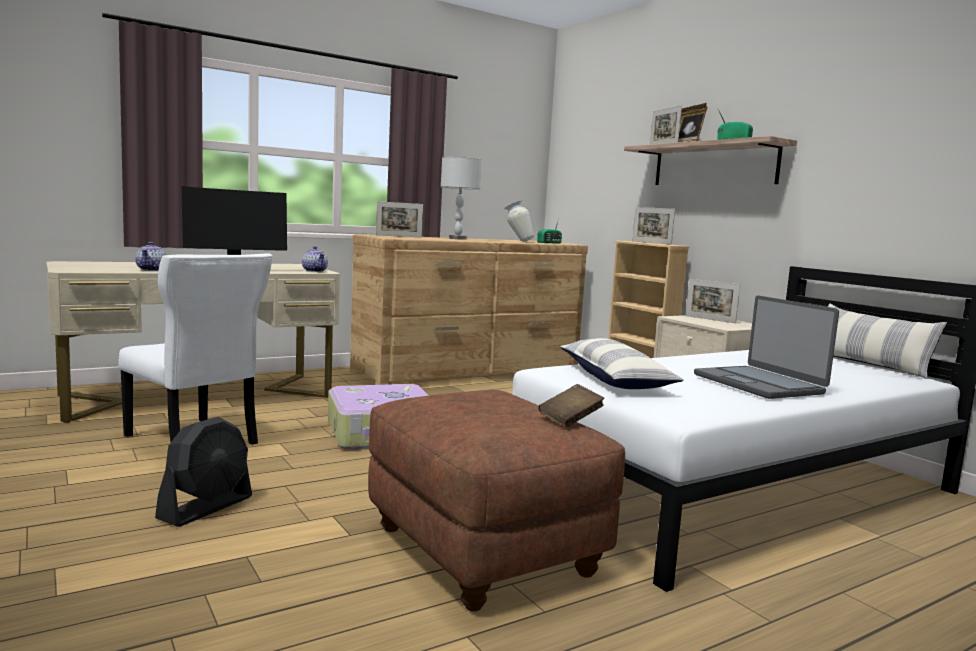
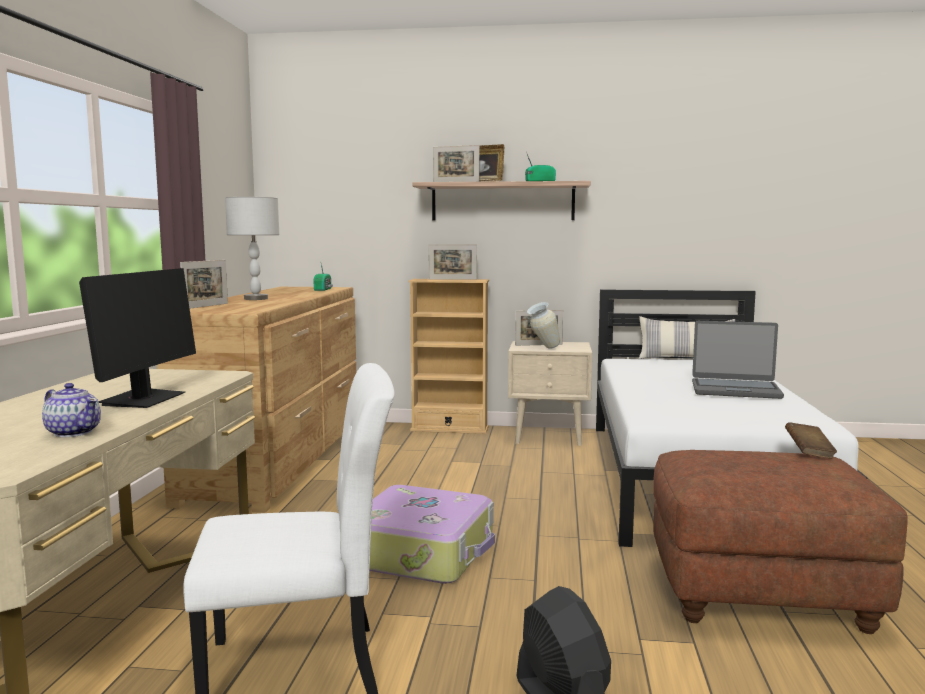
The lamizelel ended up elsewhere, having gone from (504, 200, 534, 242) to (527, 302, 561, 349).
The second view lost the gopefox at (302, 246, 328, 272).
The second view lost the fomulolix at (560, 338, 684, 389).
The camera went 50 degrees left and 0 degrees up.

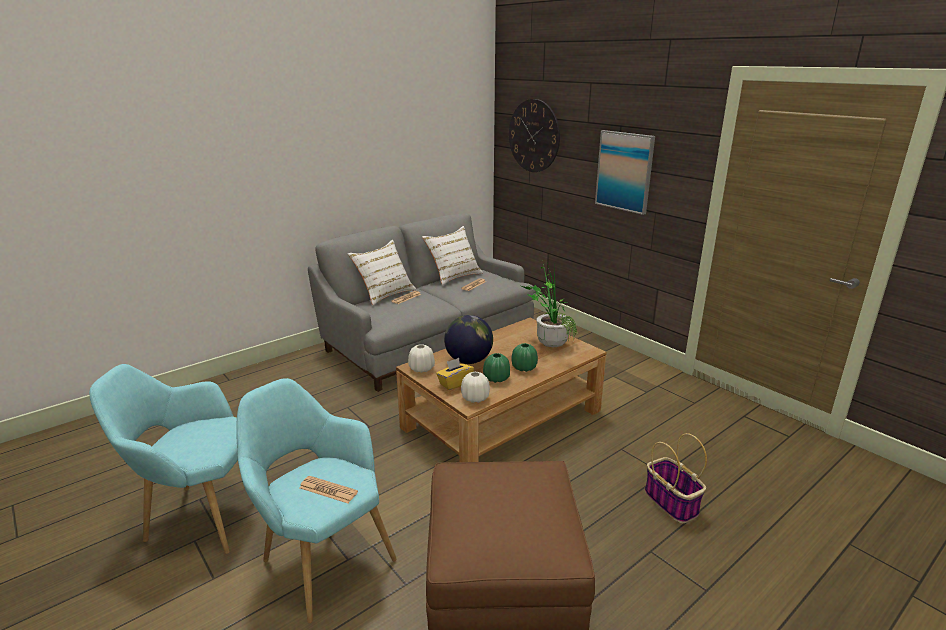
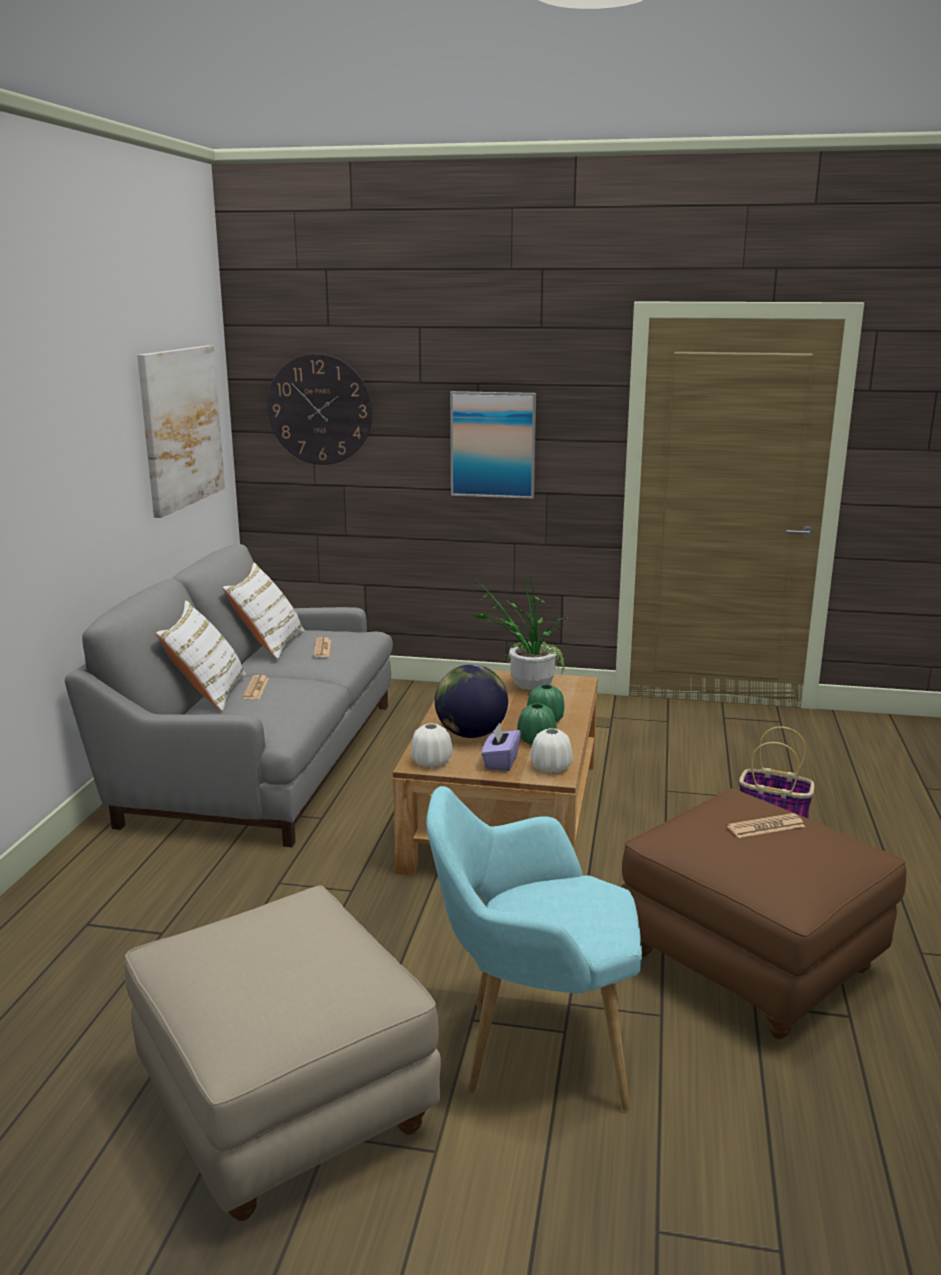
Where the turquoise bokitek stood at (89, 364, 238, 554), the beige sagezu came to stand at (125, 885, 441, 1221).
The second view gained the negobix at (137, 345, 225, 518).
What was the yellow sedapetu at (436, 358, 474, 390) turned into the purple sedapetu at (481, 723, 521, 771).
The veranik ended up elsewhere, having gone from (299, 476, 358, 503) to (727, 813, 805, 838).
The camera went 40 degrees left and 5 degrees down.

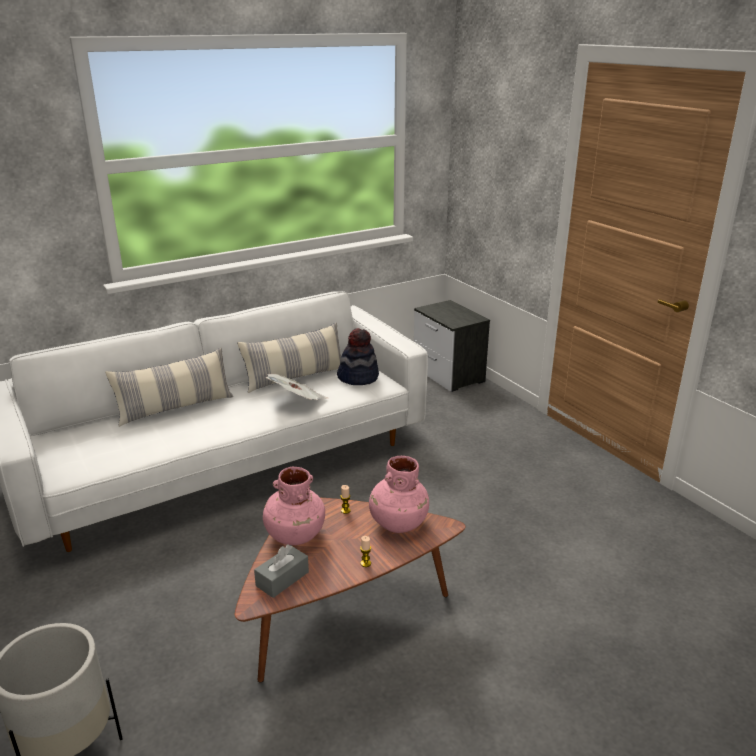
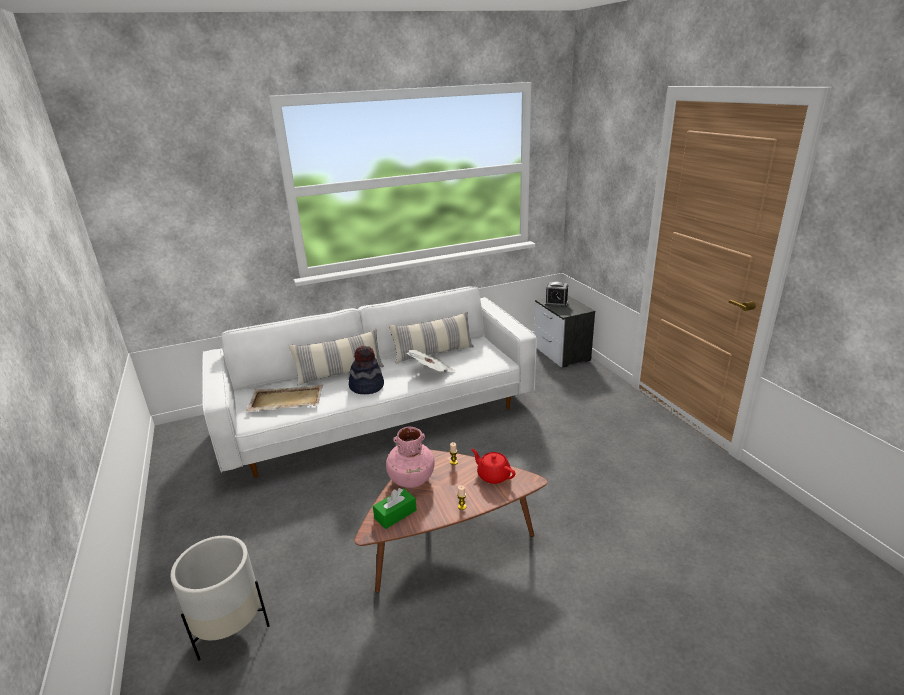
The second view gained the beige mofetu at (246, 384, 323, 411).
The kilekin ended up elsewhere, having gone from (337, 328, 379, 385) to (349, 345, 384, 394).
What was the grey sedapetu at (254, 545, 309, 598) turned into the green sedapetu at (373, 488, 417, 529).
Where the pink lamizelel stood at (369, 456, 429, 533), the red gopefox came to stand at (471, 449, 516, 484).
The second view gained the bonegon at (545, 282, 568, 307).
The camera went 10 degrees right and 0 degrees up.

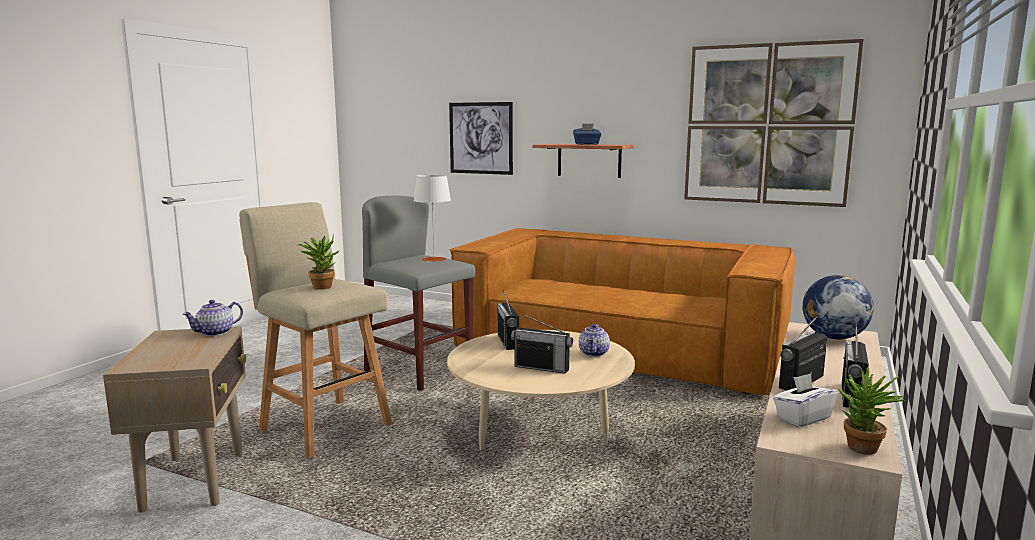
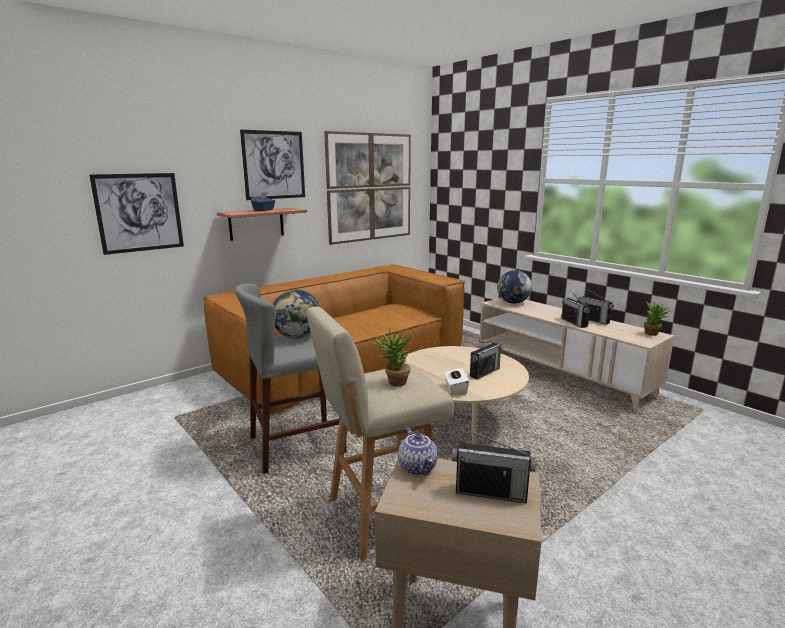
The second view gained the negobix at (240, 130, 305, 200).
Where the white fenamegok stood at (414, 175, 451, 262), the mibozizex came to stand at (273, 289, 320, 339).
The white sedapetu ended up elsewhere, having gone from (773, 373, 838, 427) to (444, 368, 469, 395).
The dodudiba ended up elsewhere, having gone from (497, 290, 519, 350) to (452, 429, 536, 504).
The second view lost the gopefox at (579, 324, 610, 357).
The camera went 65 degrees left and 5 degrees up.

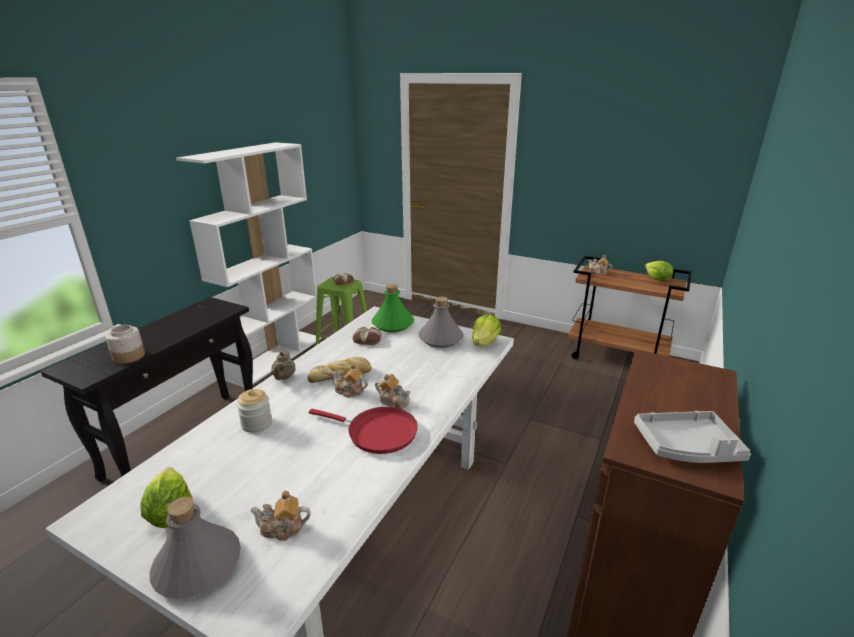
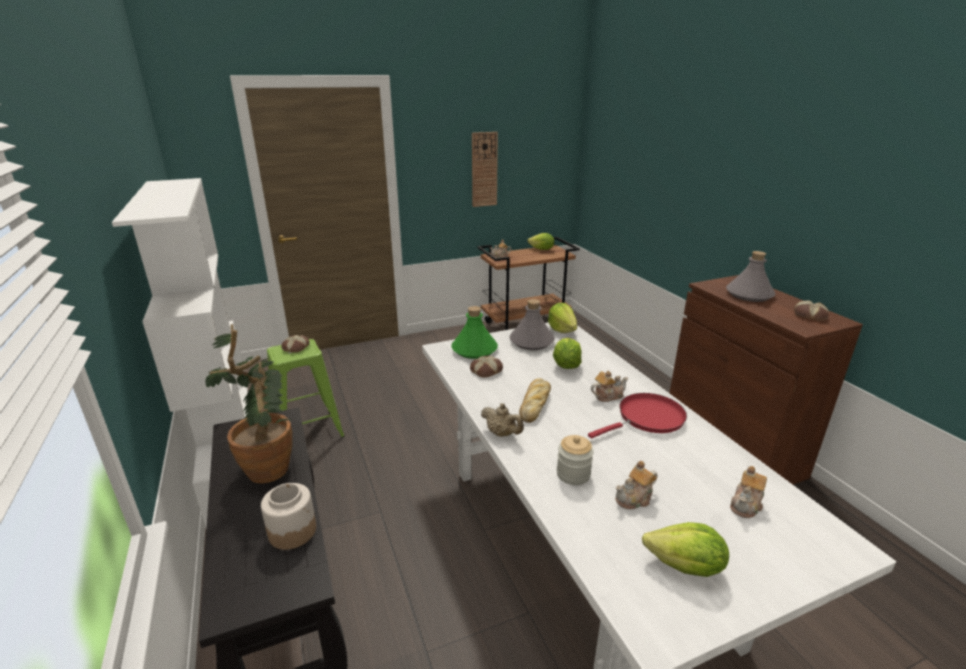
The second view gained the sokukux at (206, 324, 292, 483).
The second view gained the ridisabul at (472, 132, 498, 207).
The second view gained the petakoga at (553, 338, 582, 369).
The gopefox ended up elsewhere, having gone from (331, 363, 368, 398) to (615, 461, 657, 509).
The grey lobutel ended up elsewhere, having gone from (150, 497, 241, 599) to (726, 251, 776, 302).
Where the grey mofetu stood at (634, 411, 751, 463), the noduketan came to stand at (794, 300, 829, 321).
The camera went 50 degrees left and 0 degrees up.

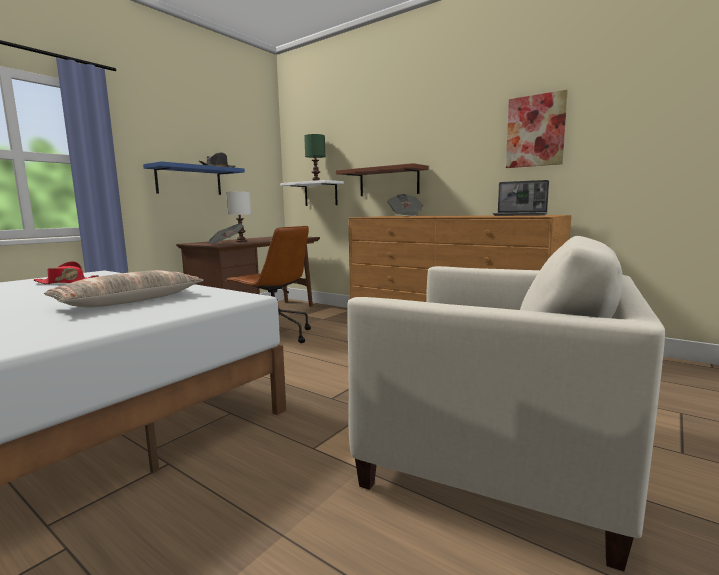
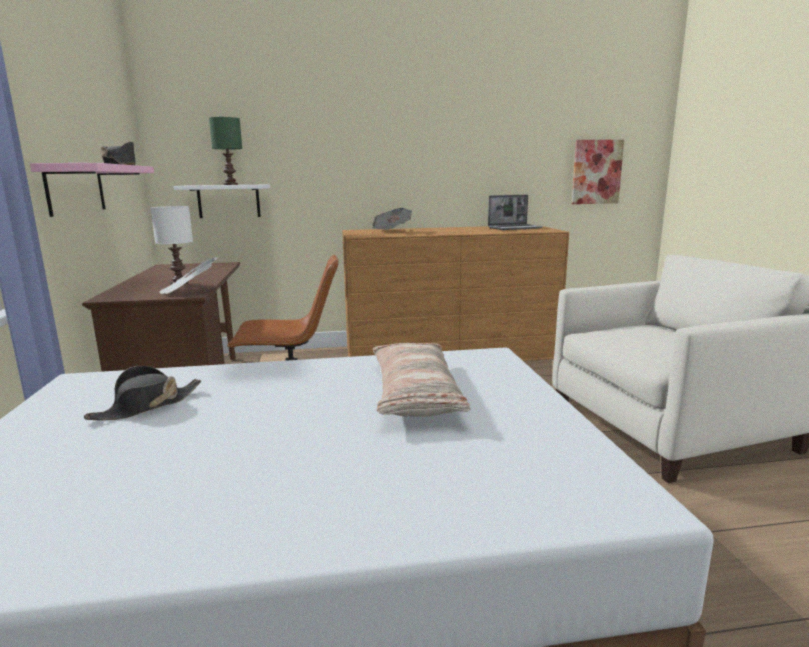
What was the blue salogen at (143, 161, 245, 195) turned into the pink salogen at (30, 163, 154, 217).
What was the red kilekin at (34, 261, 99, 284) turned into the black kilekin at (84, 366, 201, 420).
The negobix ended up elsewhere, having gone from (506, 90, 568, 168) to (571, 140, 624, 204).
The second view lost the brown salogen at (336, 163, 429, 196).
The camera went 45 degrees left and 5 degrees up.

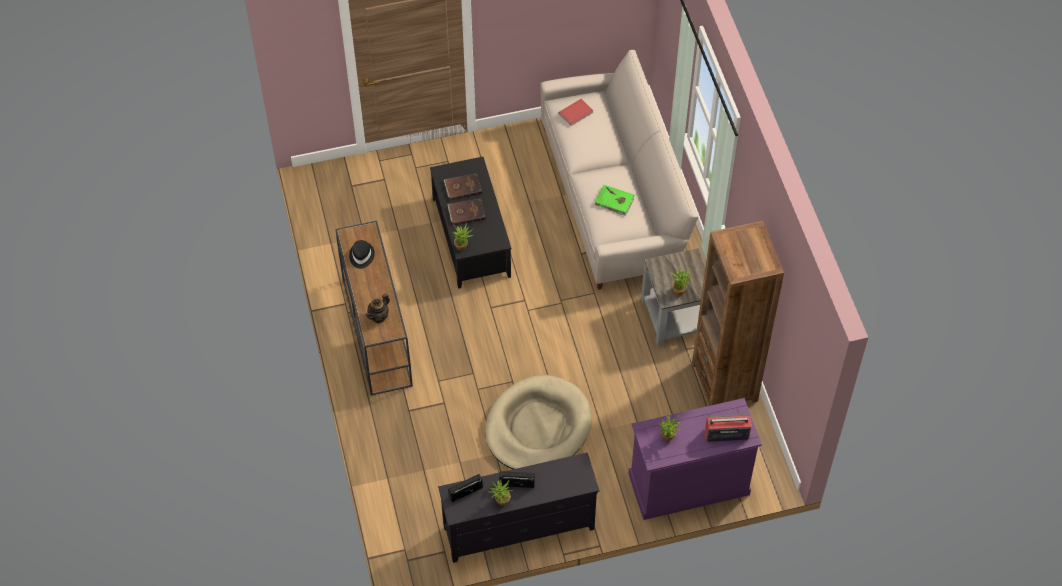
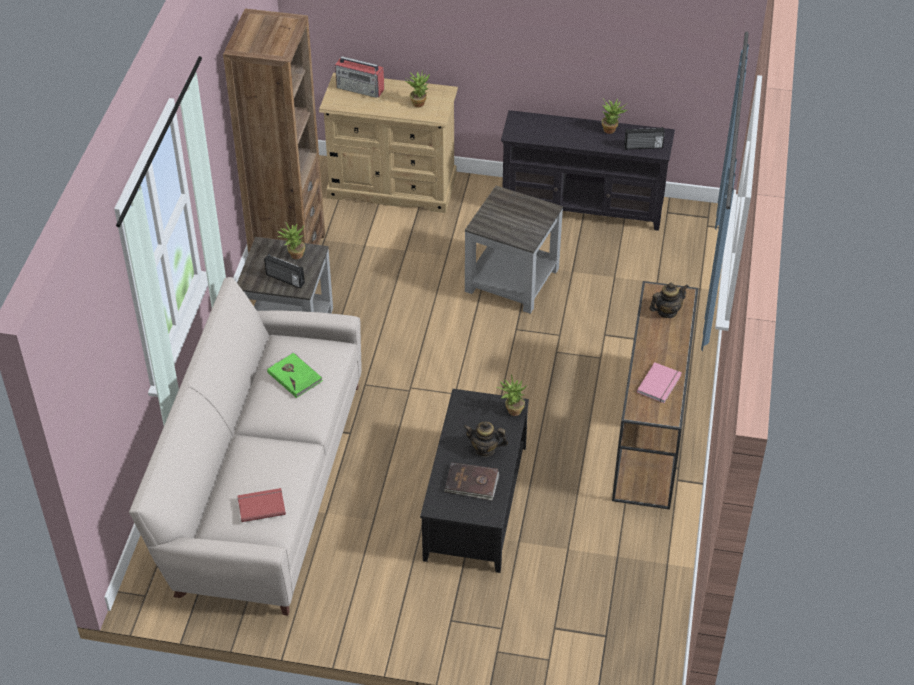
The dodudiba ended up elsewhere, having gone from (500, 471, 535, 488) to (264, 254, 305, 288).
What was the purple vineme at (628, 398, 762, 520) turned into the beige vineme at (319, 73, 458, 213).
Where the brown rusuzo stood at (447, 199, 486, 225), the gopefox came to stand at (463, 421, 508, 457).
Where the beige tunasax stood at (485, 375, 592, 469), the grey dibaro came to stand at (465, 186, 563, 314).
Where the black kilekin stood at (349, 240, 375, 269), the pink rusuzo came to stand at (637, 362, 682, 403).
The camera went 155 degrees left and 10 degrees down.

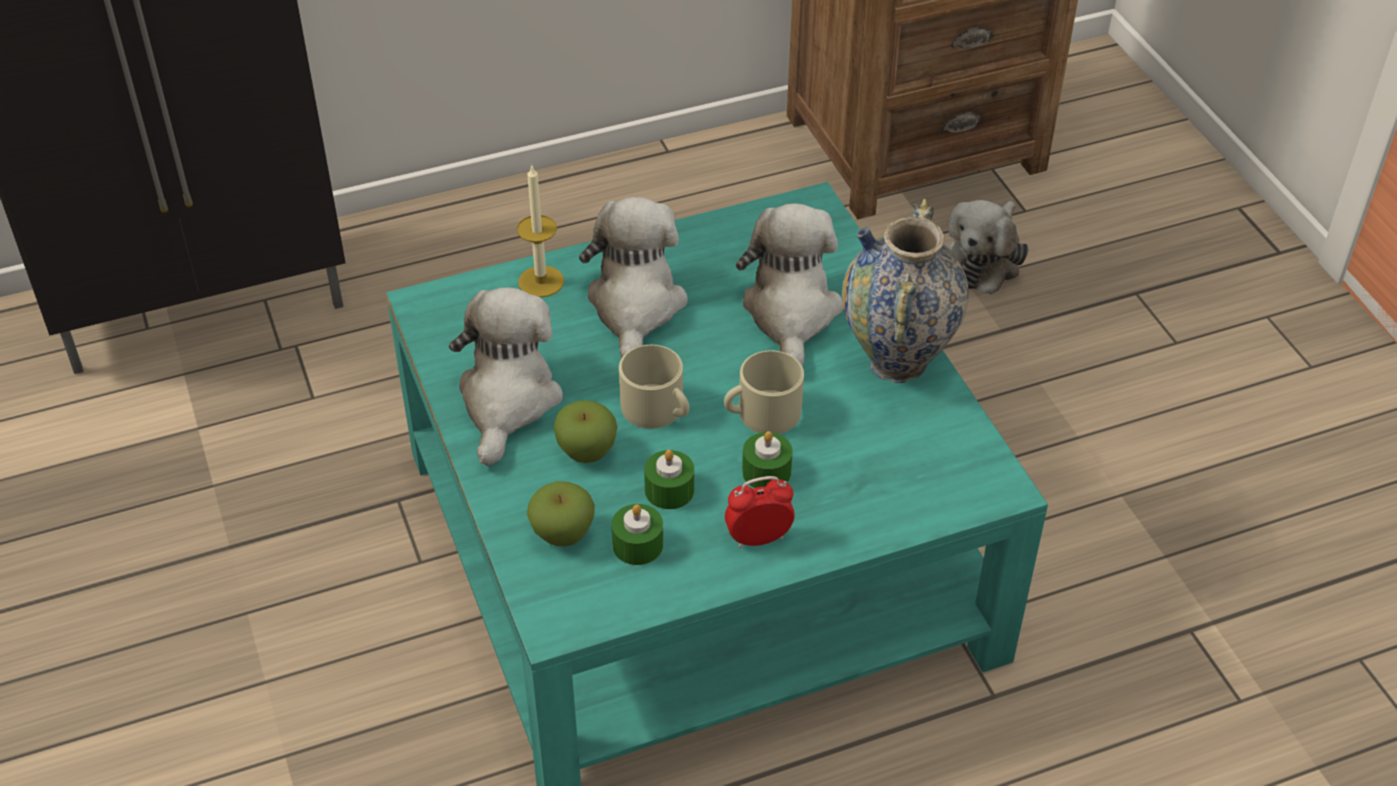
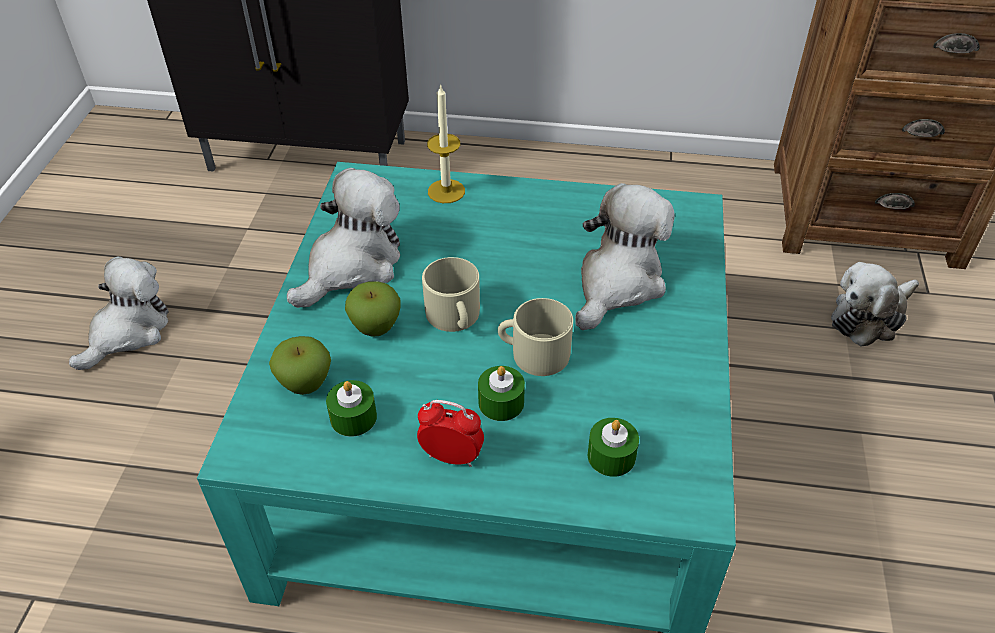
The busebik ended up elsewhere, having gone from (579, 197, 688, 359) to (69, 256, 169, 370).
The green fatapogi ended up elsewhere, having gone from (644, 449, 694, 509) to (588, 418, 639, 477).
The second view lost the lamizelel at (842, 199, 969, 383).
The camera went 30 degrees right and 0 degrees up.

